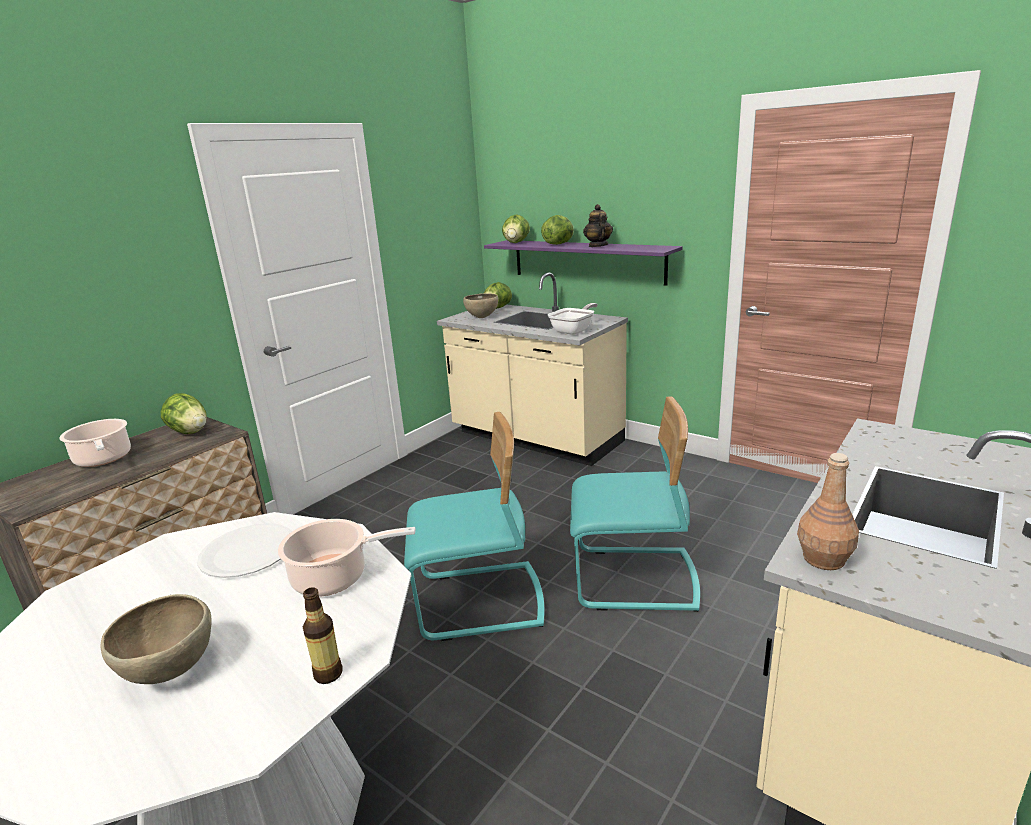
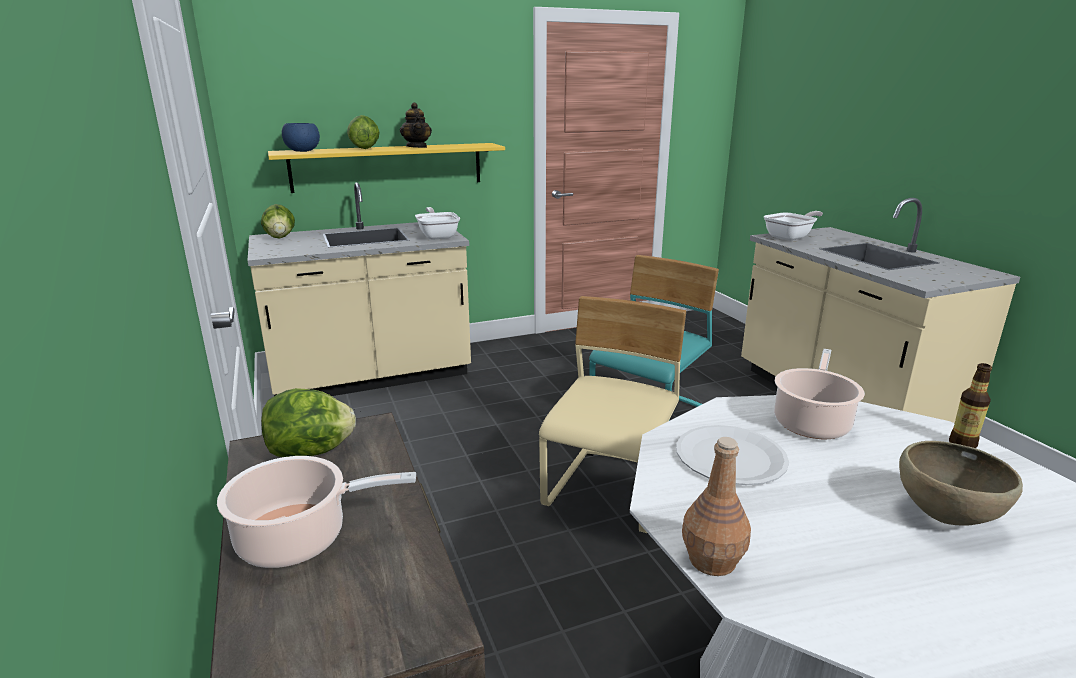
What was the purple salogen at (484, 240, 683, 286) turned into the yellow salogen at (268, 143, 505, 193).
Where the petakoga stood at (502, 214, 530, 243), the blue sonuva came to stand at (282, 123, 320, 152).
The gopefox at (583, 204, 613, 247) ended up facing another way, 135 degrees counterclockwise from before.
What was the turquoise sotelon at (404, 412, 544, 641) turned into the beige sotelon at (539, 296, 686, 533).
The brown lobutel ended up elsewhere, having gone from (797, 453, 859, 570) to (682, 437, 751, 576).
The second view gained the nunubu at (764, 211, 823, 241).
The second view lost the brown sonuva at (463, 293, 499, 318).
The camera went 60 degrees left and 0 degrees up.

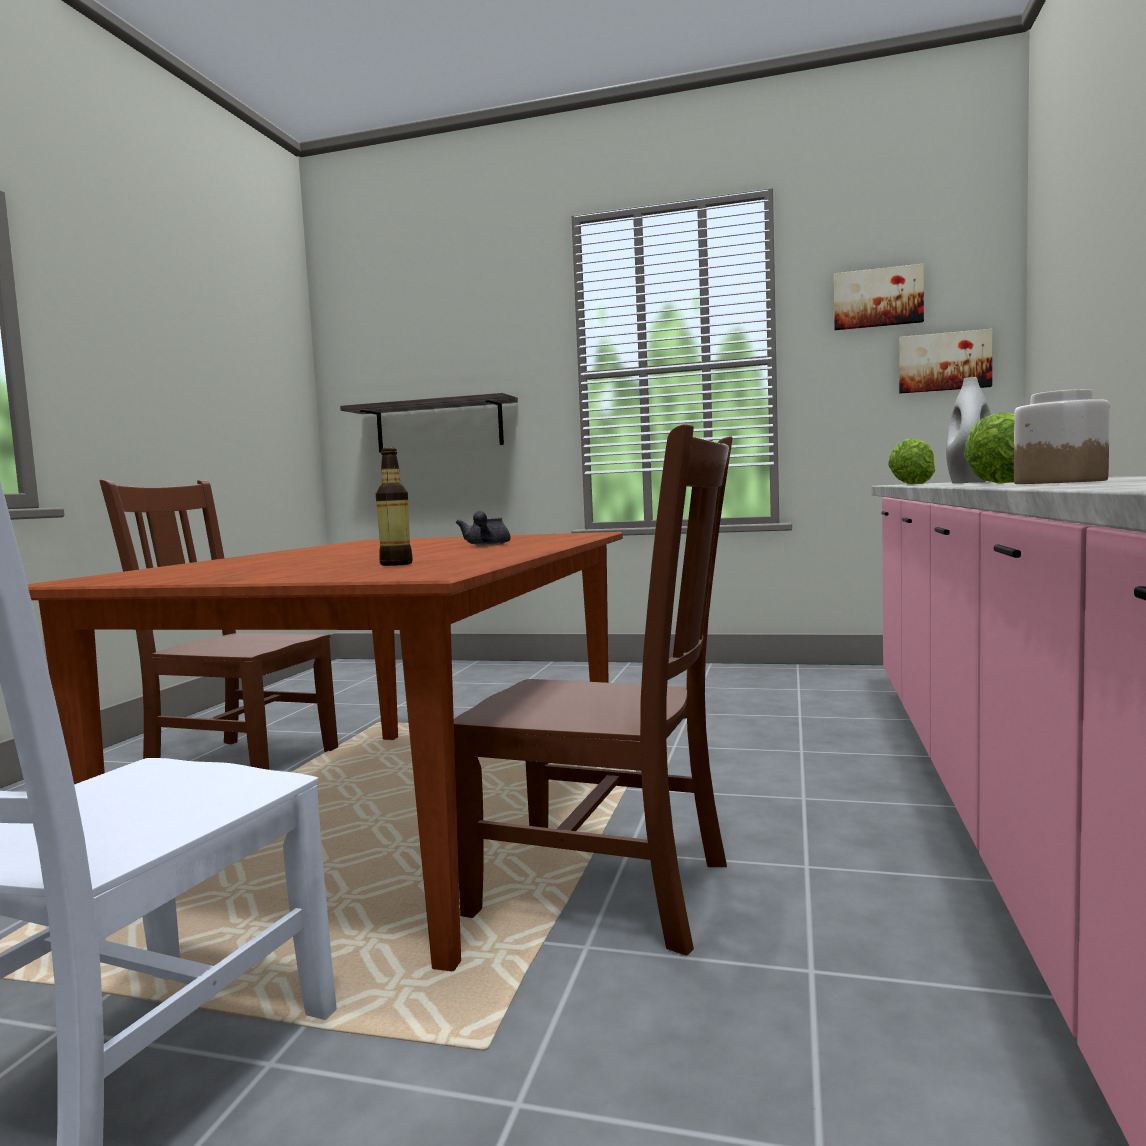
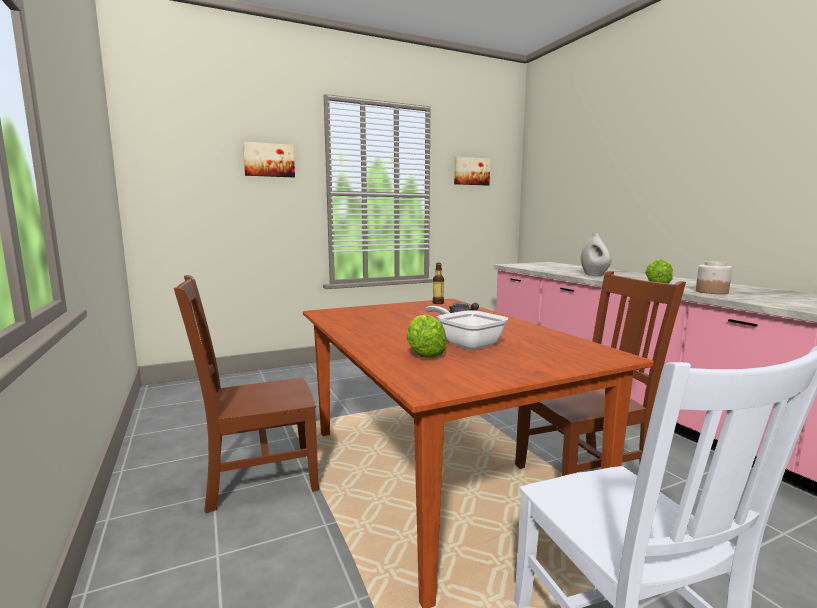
The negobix ended up elsewhere, having gone from (899, 329, 992, 394) to (243, 141, 295, 177).
The petakoga ended up elsewhere, having gone from (888, 438, 935, 484) to (407, 314, 446, 358).
The second view gained the nunubu at (426, 306, 508, 350).
The lobutel ended up elsewhere, having gone from (376, 448, 413, 566) to (433, 263, 444, 304).
The second view lost the salogen at (340, 393, 518, 453).
The camera went 40 degrees left and 5 degrees up.

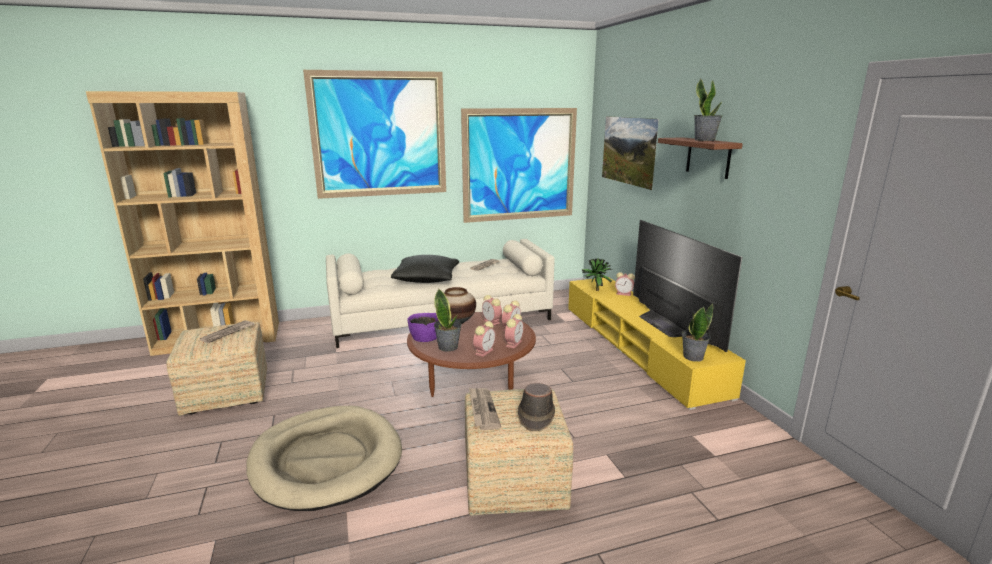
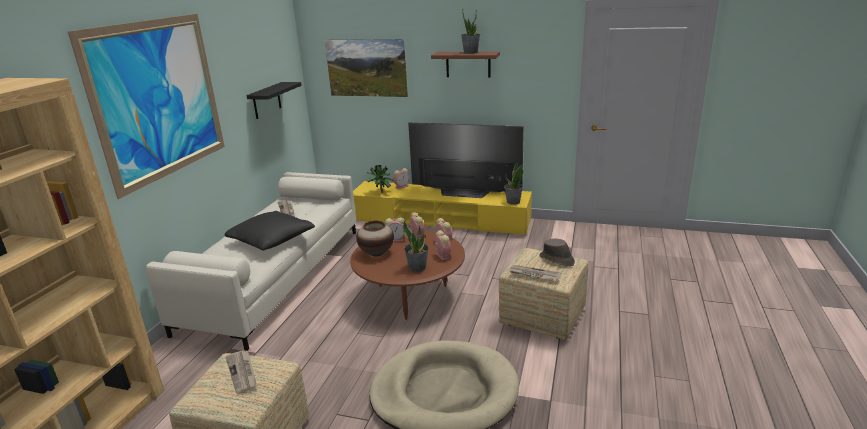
Where the negobix hung at (461, 108, 577, 223), the black salogen came to hang at (246, 82, 302, 119).
The second view lost the purple sonuva at (407, 313, 439, 342).
The camera went 55 degrees left and 5 degrees up.

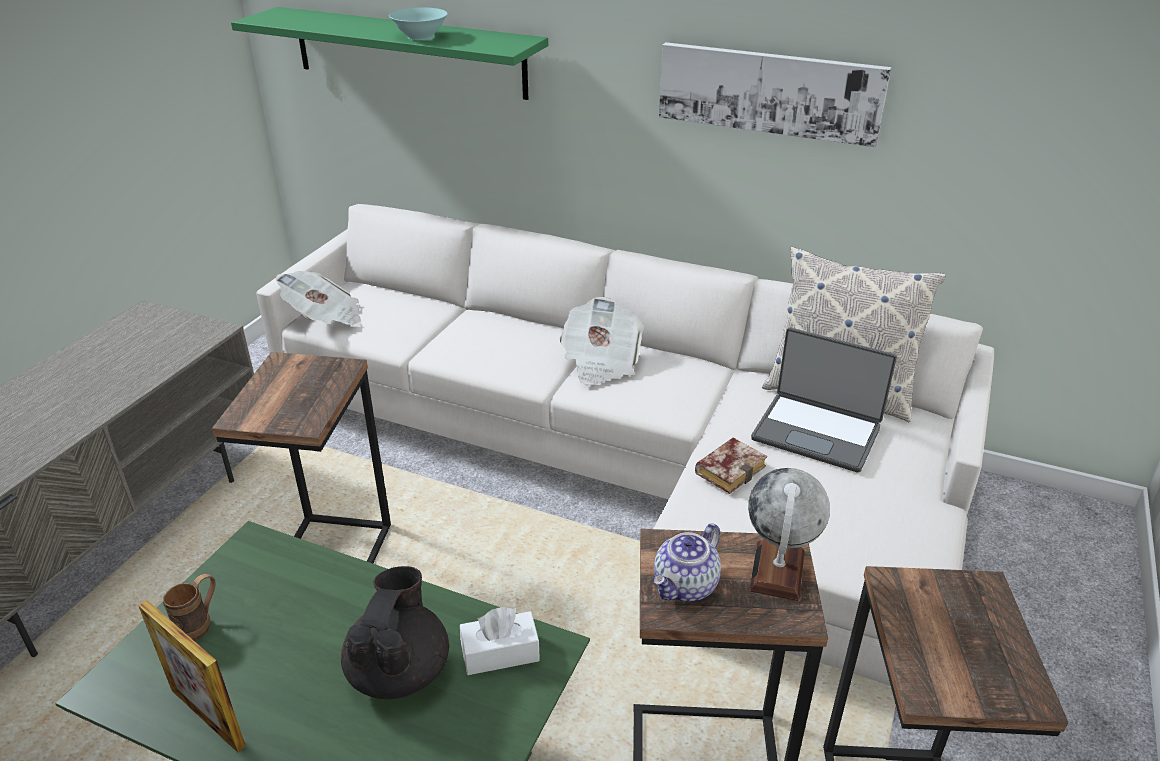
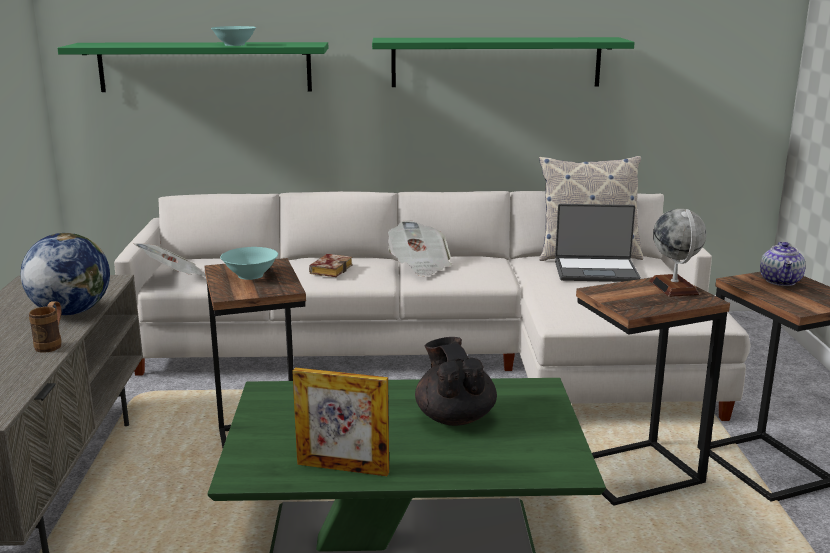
The second view gained the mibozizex at (21, 233, 110, 315).
The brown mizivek ended up elsewhere, having gone from (163, 574, 216, 641) to (29, 301, 61, 353).
The second view gained the turquoise sonuva at (220, 247, 278, 280).
The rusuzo ended up elsewhere, having gone from (695, 438, 767, 494) to (309, 254, 353, 277).
Where the negobix hung at (659, 42, 891, 147), the green salogen came to hang at (372, 37, 635, 87).
The gopefox ended up elsewhere, having gone from (654, 523, 721, 602) to (760, 242, 806, 286).
The second view lost the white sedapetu at (460, 607, 540, 675).
The camera went 25 degrees left and 15 degrees down.

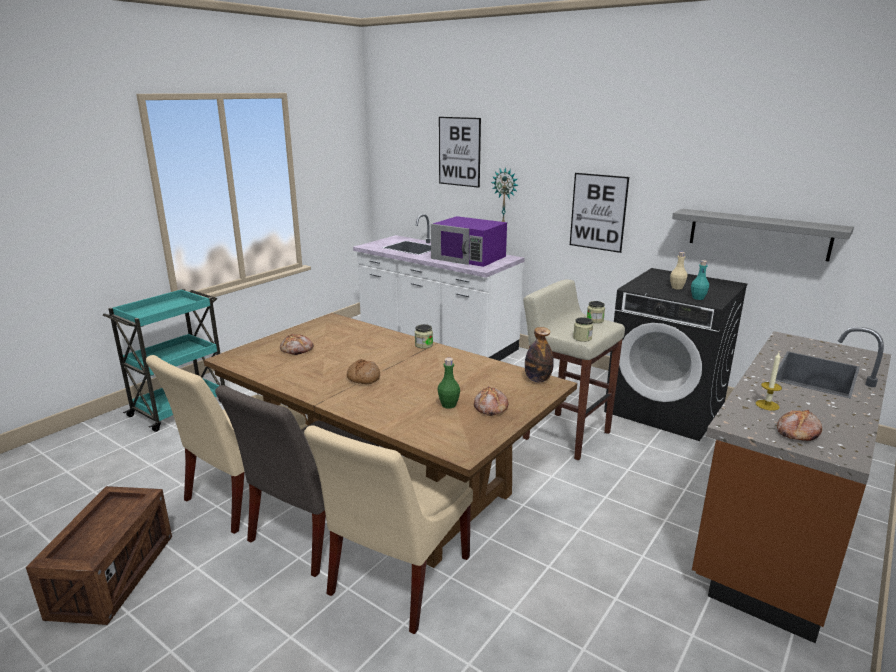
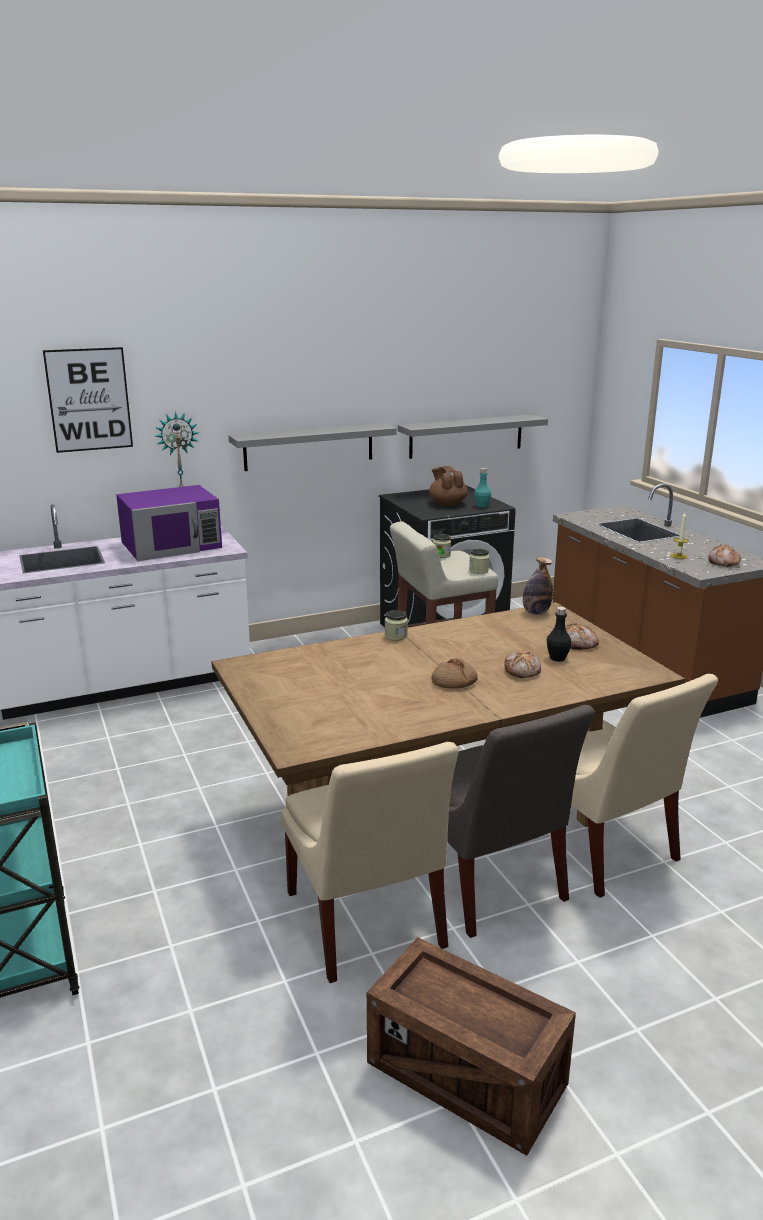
Where the negobix hung at (570, 173, 629, 253), the grey salogen came to hang at (229, 423, 396, 471).
Where the beige lobutel stood at (670, 252, 687, 290), the brown gopefox came to stand at (429, 466, 468, 506).
The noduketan ended up elsewhere, having gone from (280, 334, 314, 355) to (504, 650, 541, 678).
What was the green lobutel at (437, 358, 460, 409) turned into the black lobutel at (547, 607, 571, 662).
The camera went 60 degrees left and 0 degrees up.

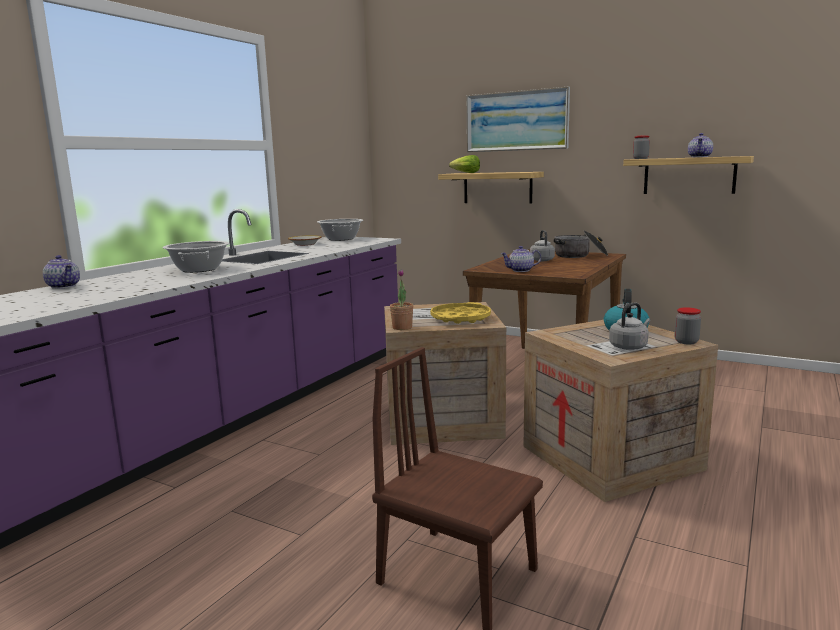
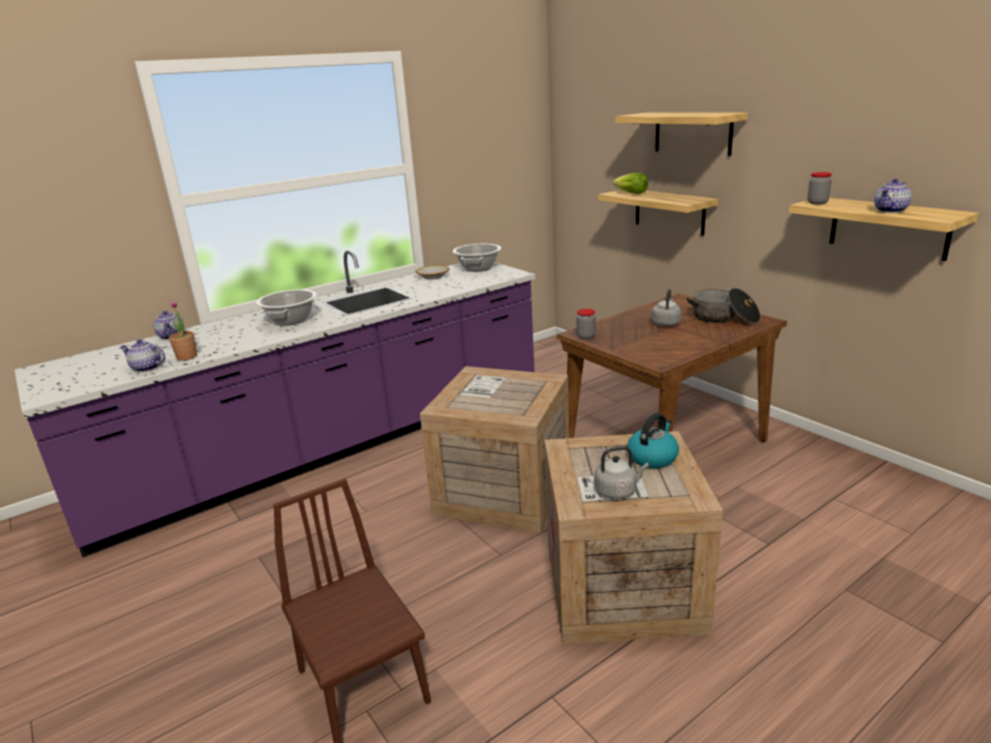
The gopefox ended up elsewhere, having gone from (501, 246, 541, 272) to (120, 339, 165, 372).
The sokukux ended up elsewhere, having gone from (390, 269, 413, 330) to (169, 301, 197, 361).
The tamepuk ended up elsewhere, having gone from (675, 307, 701, 344) to (577, 309, 596, 339).
Where the negobix hung at (467, 87, 570, 152), the salogen came to hang at (616, 112, 748, 156).
The second view lost the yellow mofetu at (430, 302, 491, 324).
The camera went 25 degrees right and 10 degrees up.

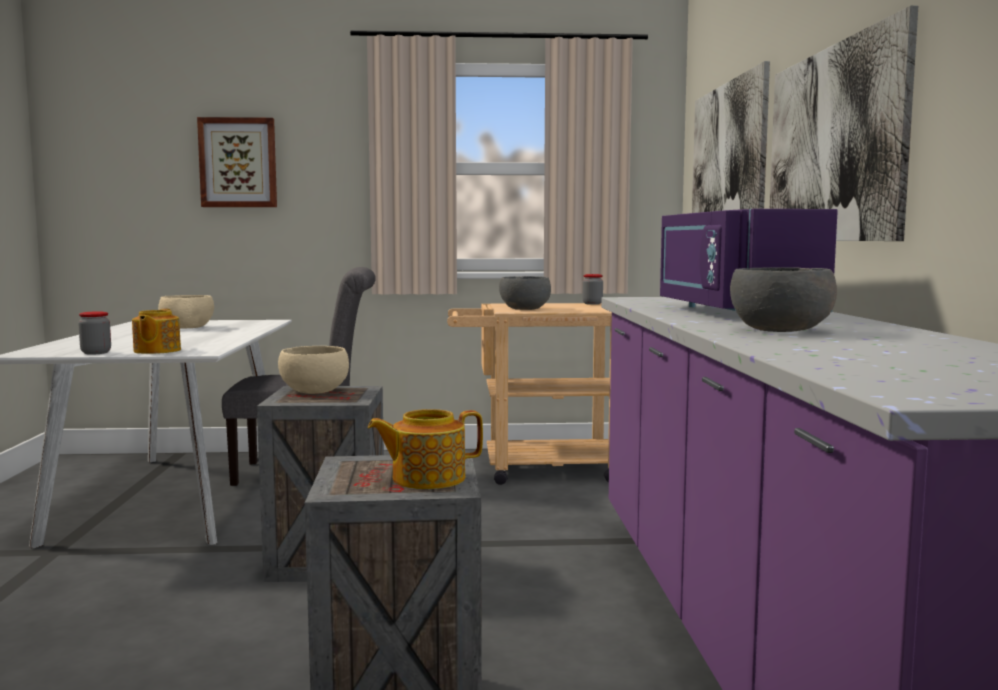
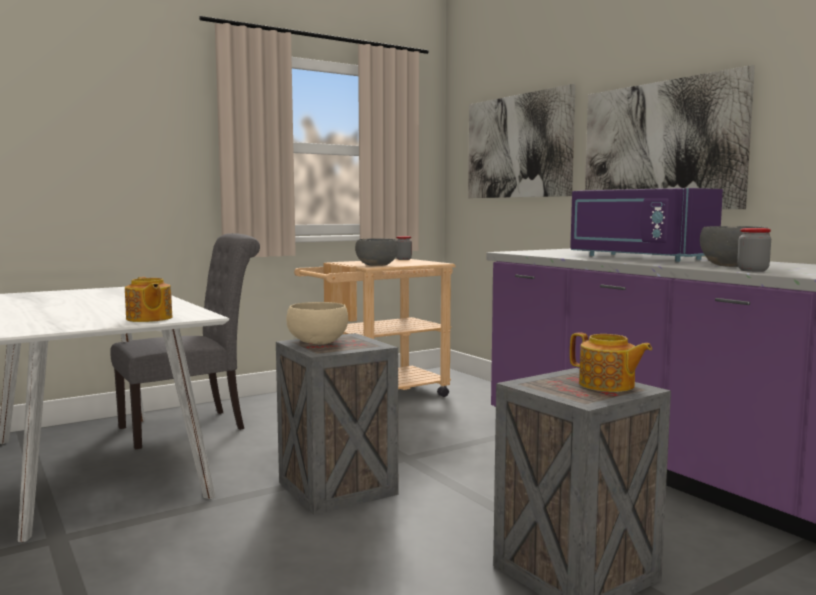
The gopefox at (368, 409, 483, 489) ended up facing another way, 90 degrees counterclockwise from before.
The tamepuk ended up elsewhere, having gone from (78, 311, 111, 355) to (737, 228, 771, 272).
The second view lost the beige sonuva at (158, 295, 214, 329).
The second view lost the negobix at (197, 117, 277, 207).
The camera went 30 degrees left and 0 degrees up.

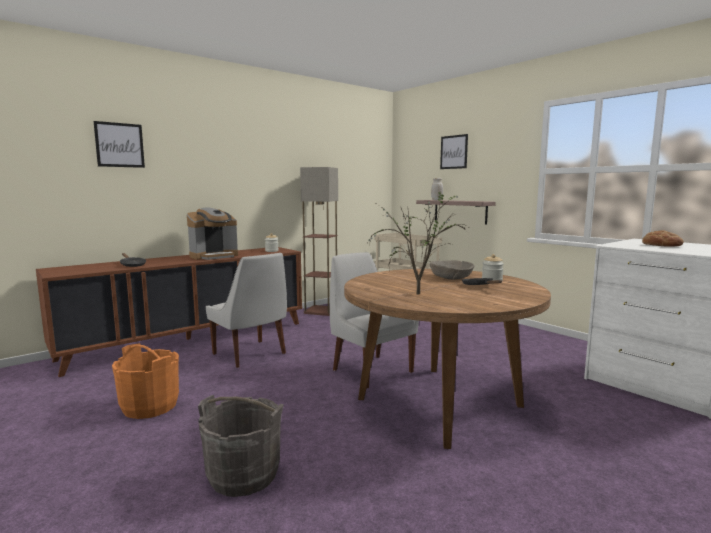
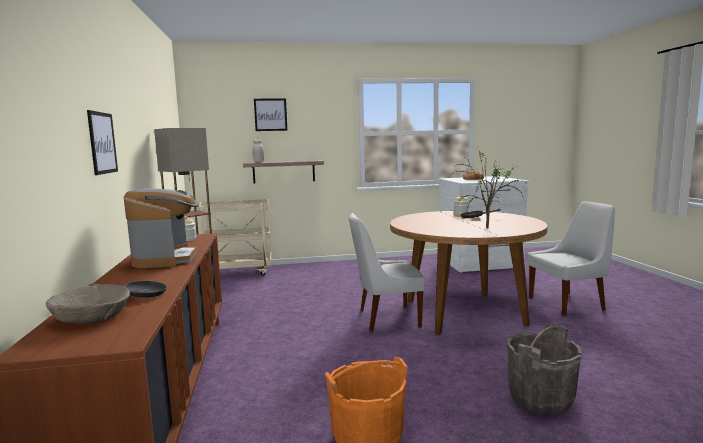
The beige sonuva ended up elsewhere, having gone from (430, 260, 474, 280) to (46, 284, 130, 323).
The negobix ended up elsewhere, having gone from (94, 121, 145, 168) to (87, 110, 118, 175).
The white sotelon ended up elsewhere, having gone from (206, 253, 287, 368) to (527, 201, 615, 316).
The camera went 60 degrees left and 0 degrees up.

